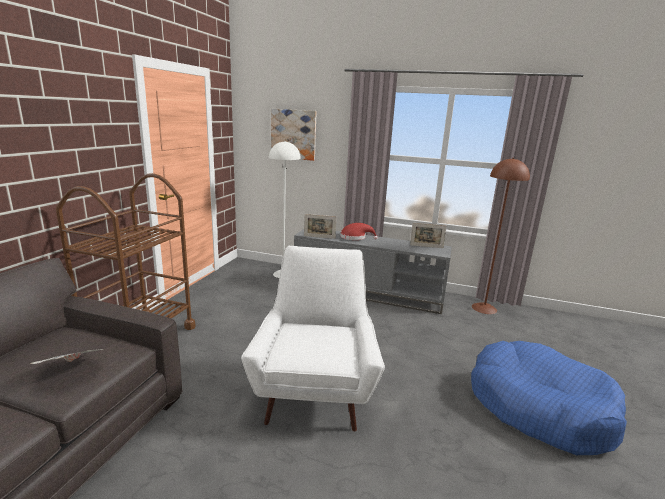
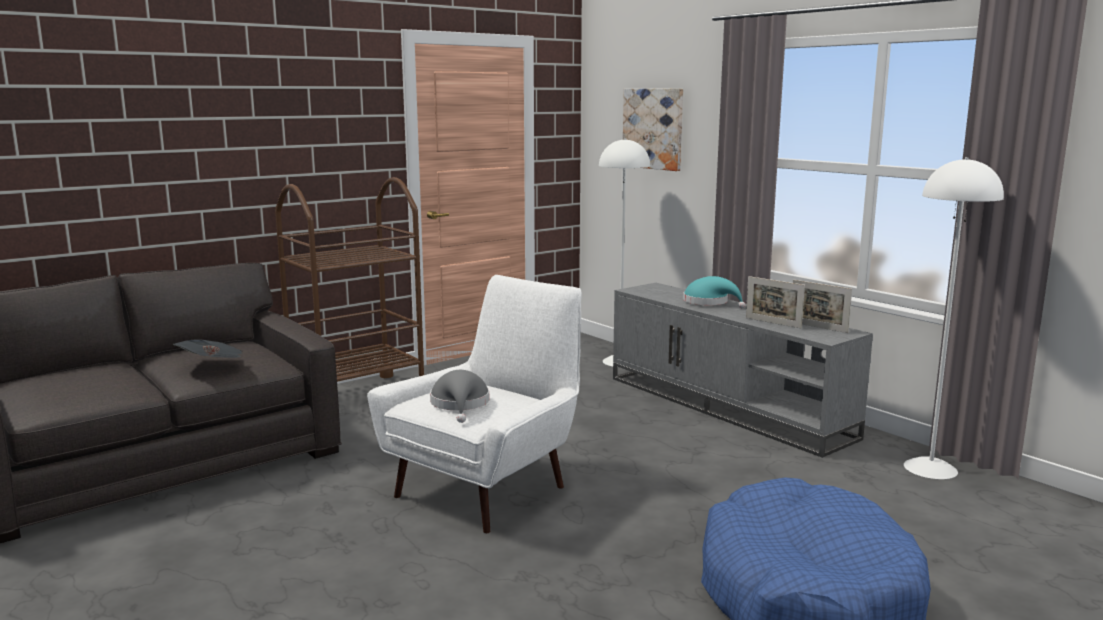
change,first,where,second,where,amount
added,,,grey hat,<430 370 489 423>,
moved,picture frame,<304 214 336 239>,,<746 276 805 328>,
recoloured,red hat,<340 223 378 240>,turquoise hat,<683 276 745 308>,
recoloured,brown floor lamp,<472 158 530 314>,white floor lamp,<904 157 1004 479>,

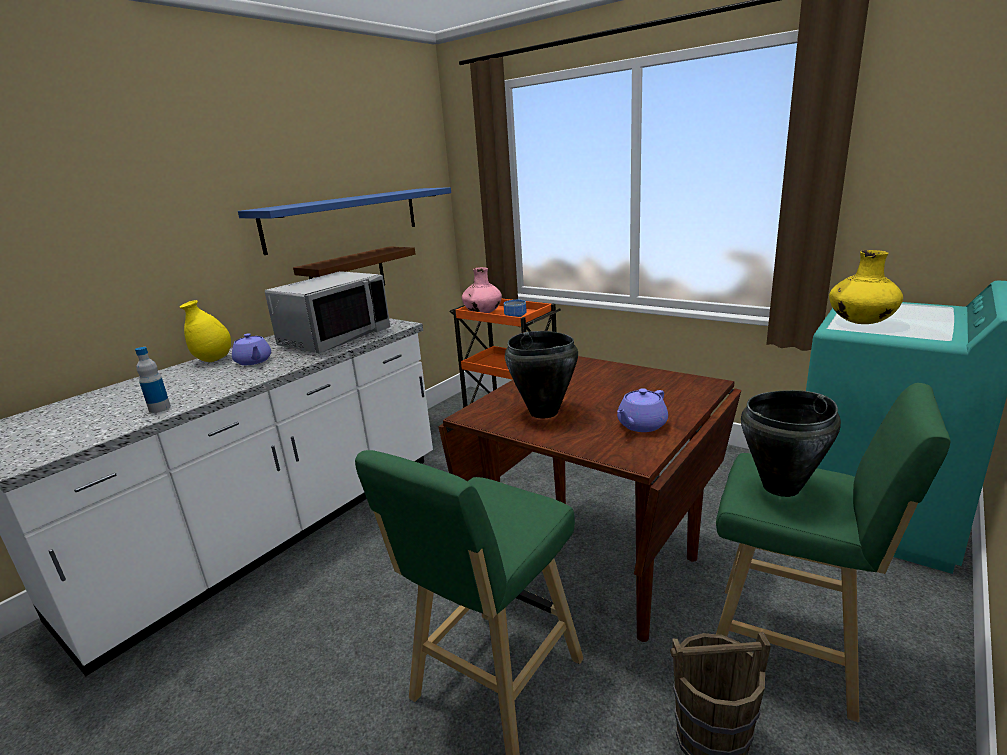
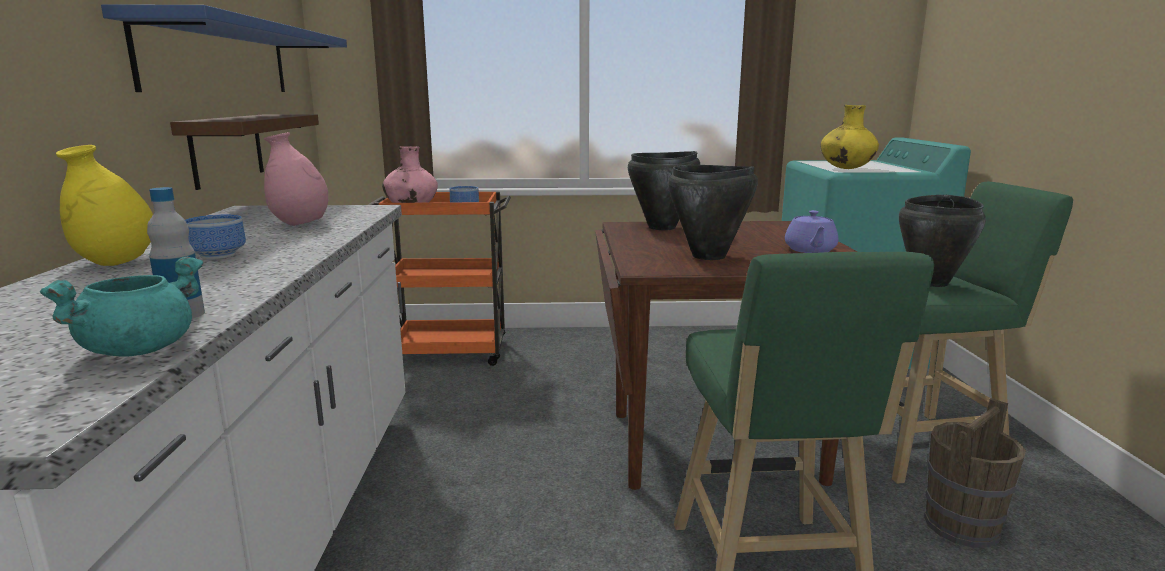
change,first,where,second,where,amount
added,,,turquoise cooking pot,<40 257 204 357>,
added,,,black cooking pot,<628 151 700 230>,
replaced,purple teapot,<232 333 271 365>,bowl,<185 215 246 259>,
replaced,grey microwave,<265 271 390 354>,pink vase,<263 132 328 226>,

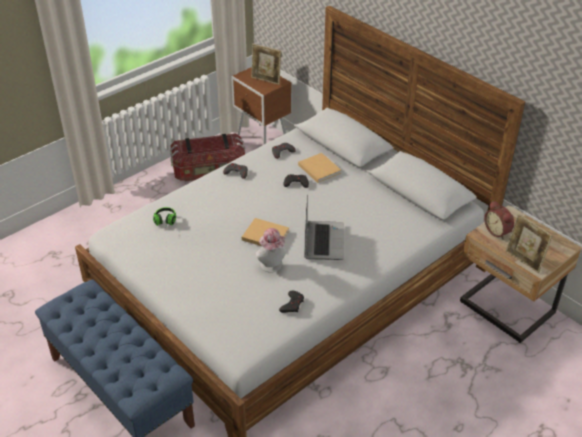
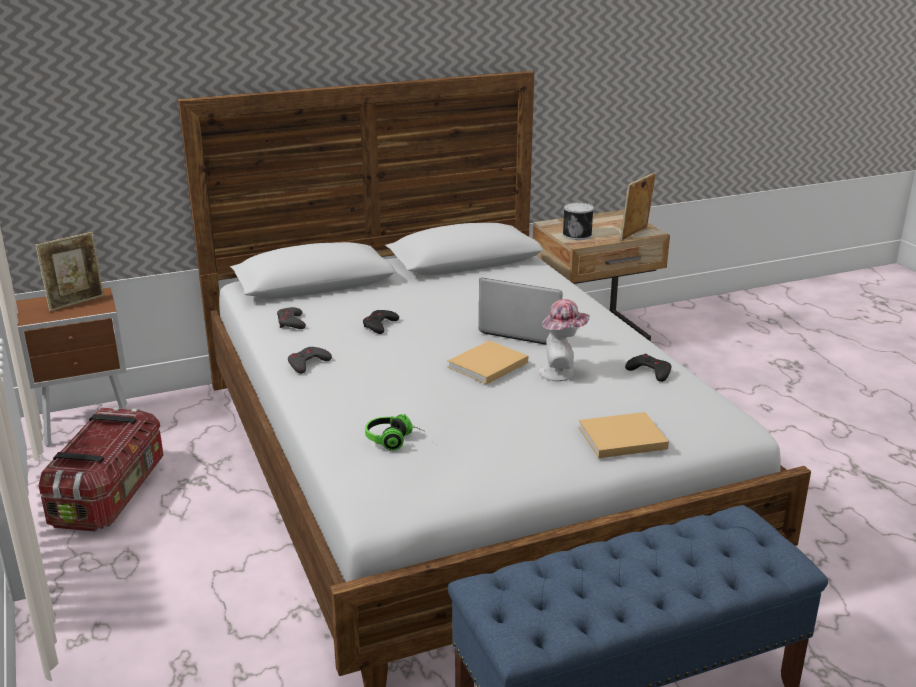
change,first,where,second,where,amount
moved,beige book,<298 153 341 183>,,<578 412 669 458>,
replaced,alarm clock,<484 201 514 239>,can,<563 202 594 240>,
turned,picture frame,<506 213 553 273>,,<620 172 656 240>,150 degrees clockwise

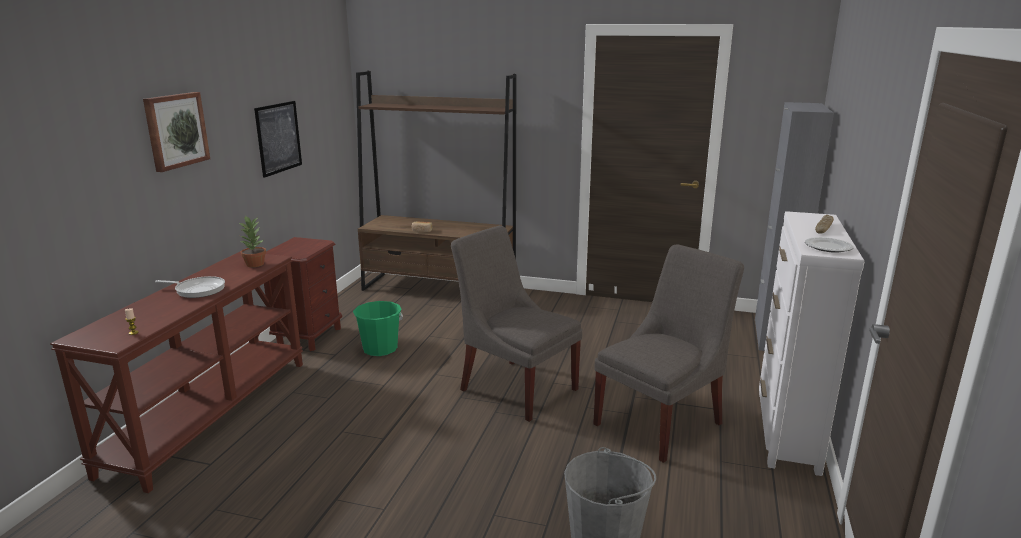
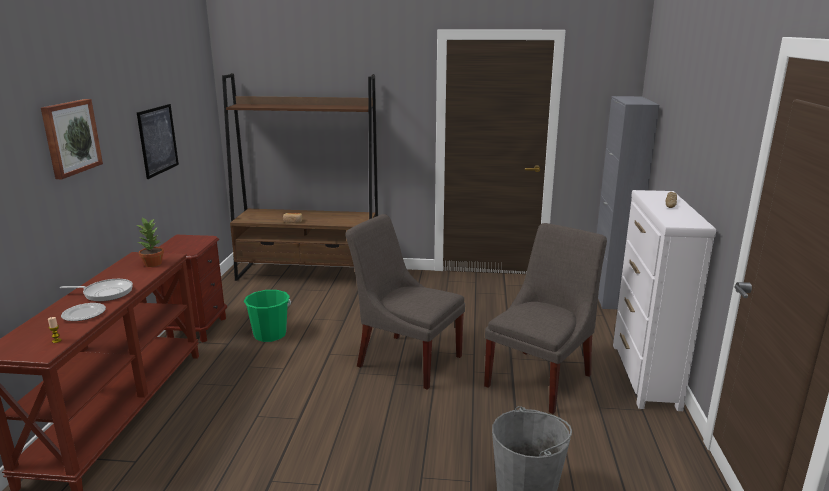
change,first,where,second,where,amount
moved,plate,<805 237 854 253>,,<61 303 106 321>,

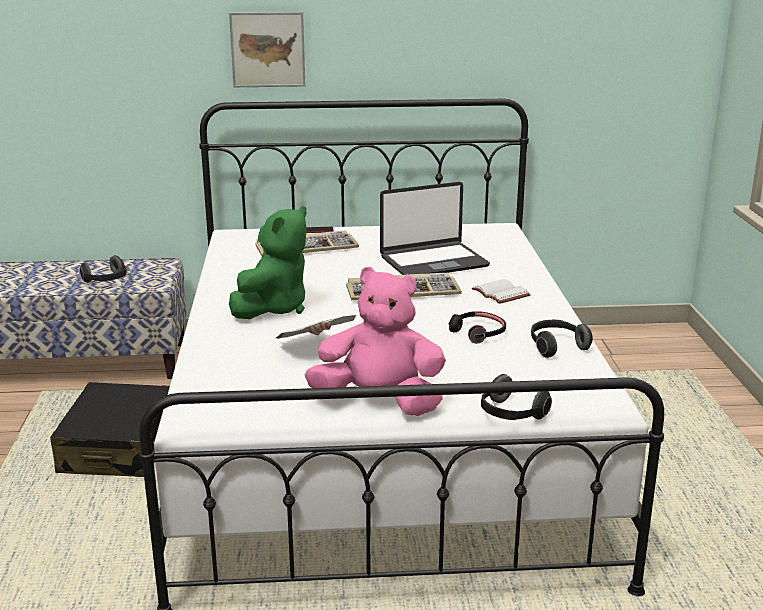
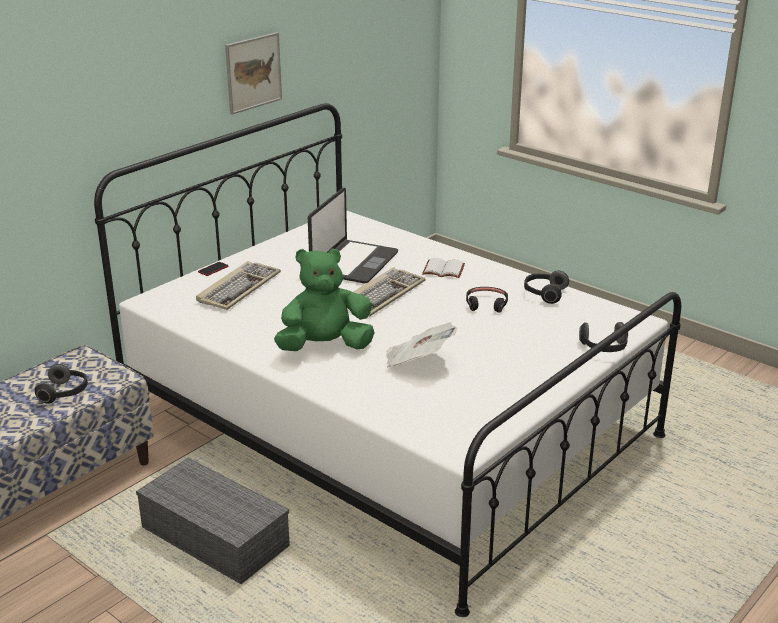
change,first,where,second,where,amount
removed,pink plush toy,<305 267 446 416>,,,
moved,picture,<229 12 305 87>,,<225 32 282 115>,
replaced,black suitcase,<50 382 170 477>,grey storage box,<136 458 290 584>,
turned,green plush toy,<229 206 307 319>,,<274 248 375 351>,90 degrees counterclockwise

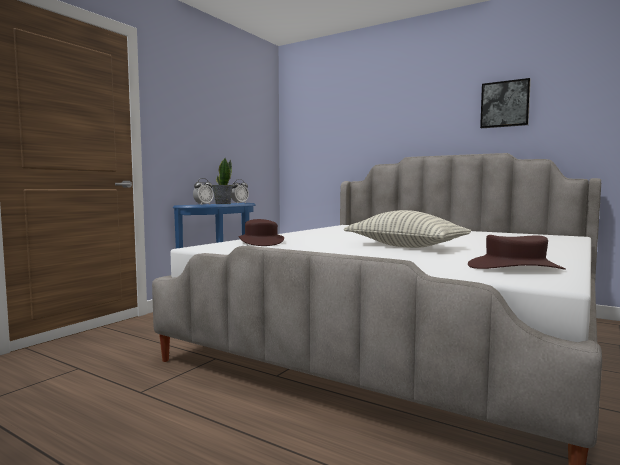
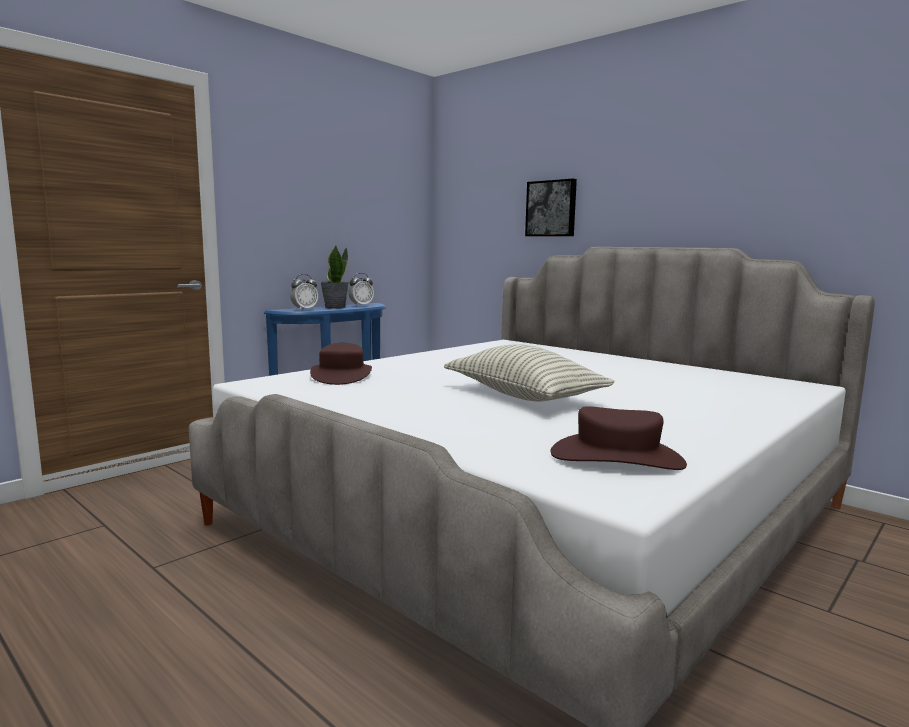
change,first,where,second,where,amount
moved,picture,<480 78 531 128>,,<525 179 577 236>,

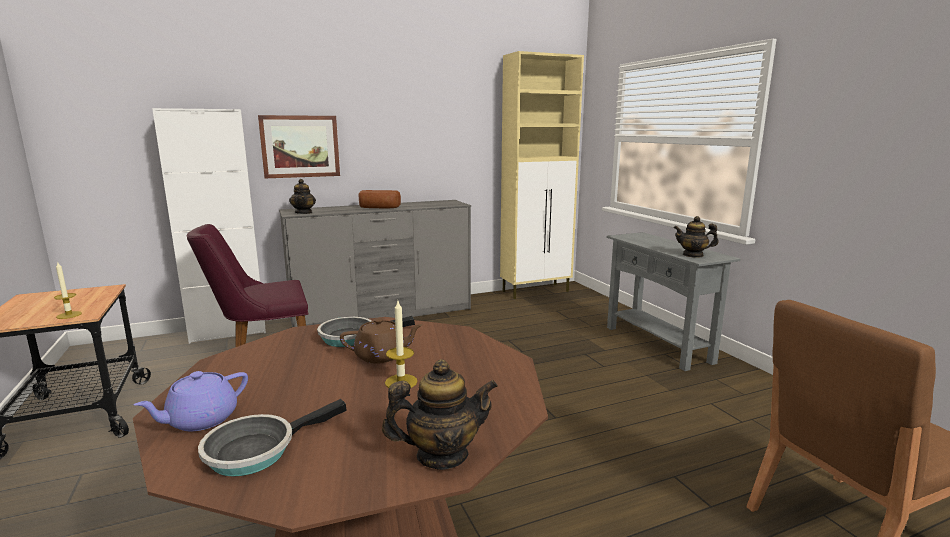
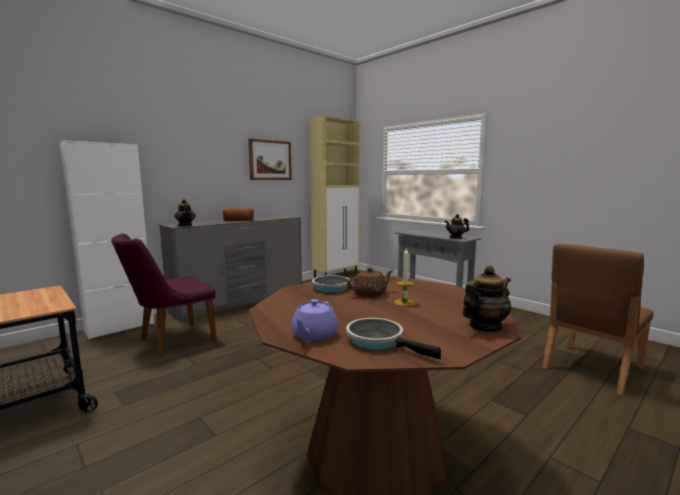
change,first,where,second,where,amount
removed,candle,<54 263 82 319>,,,
moved,picture,<258 115 340 178>,,<248 139 292 180>,
turned,frying pan,<198 399 347 477>,,<346 318 441 360>,105 degrees clockwise

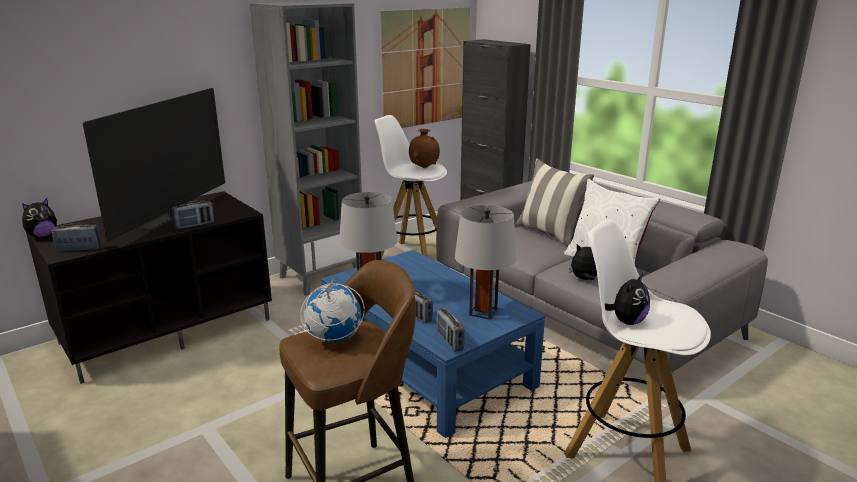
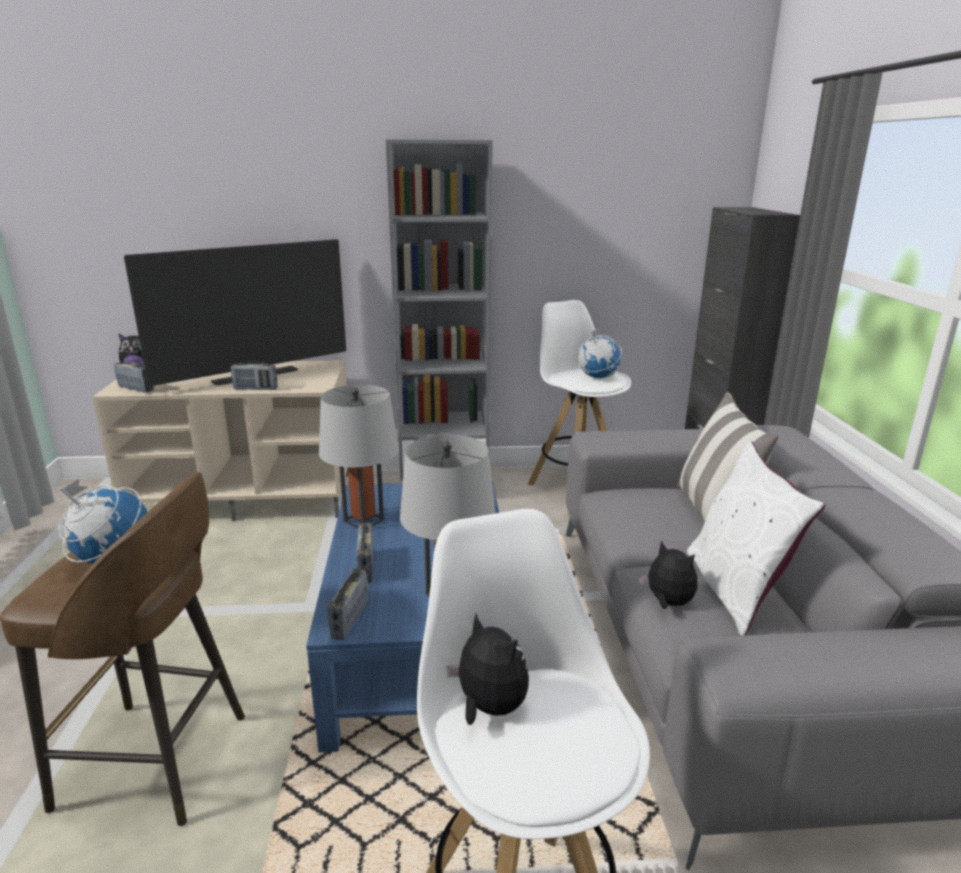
change,first,where,second,where,amount
removed,picture,<380 7 470 128>,,,
replaced,brown vase,<409 129 440 168>,globe,<576 327 622 378>,
recoloured,black tv stand,<26 191 272 384>,beige tv stand,<92 360 348 521>,
turned,plush toy,<605 273 650 325>,,<446 613 529 725>,120 degrees counterclockwise

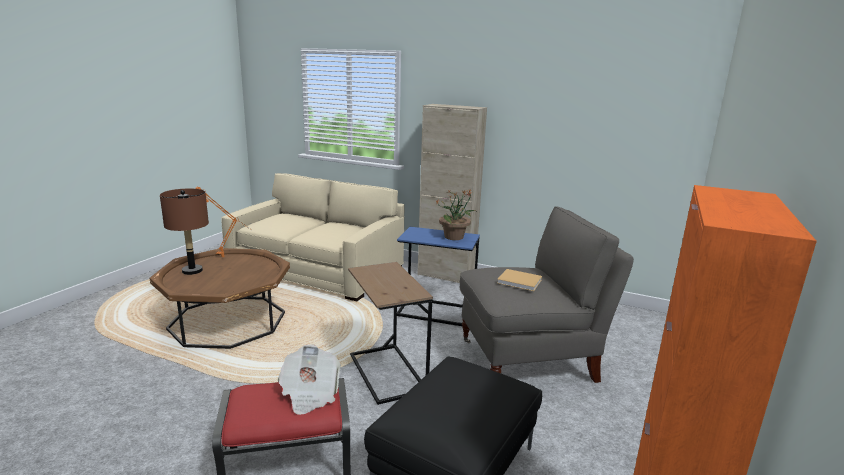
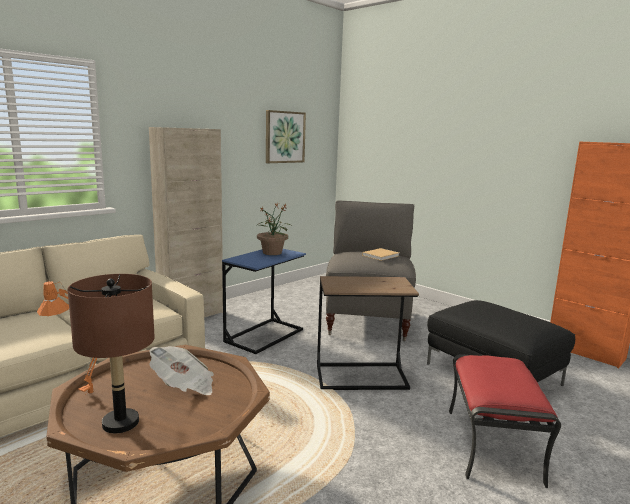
change,first,where,second,where,amount
added,,,picture,<266 110 306 163>,
moved,newspaper,<278 344 341 415>,,<149 346 214 395>,

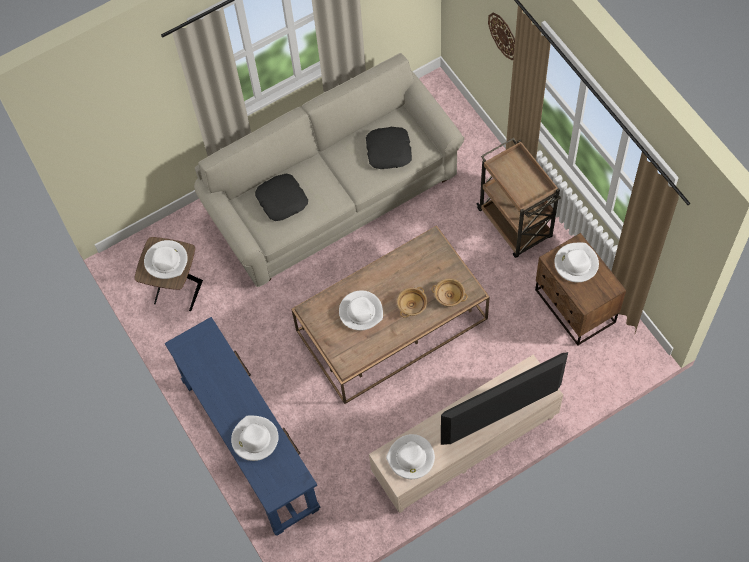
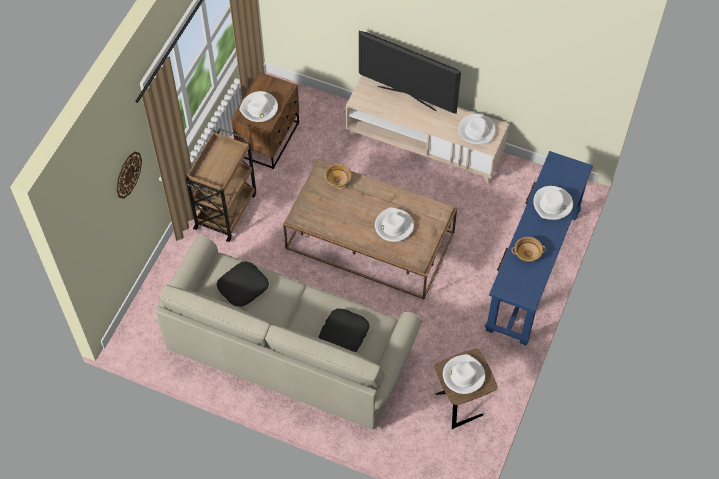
change,first,where,second,where,amount
moved,beige bowl,<397 287 427 318>,,<511 237 546 262>,

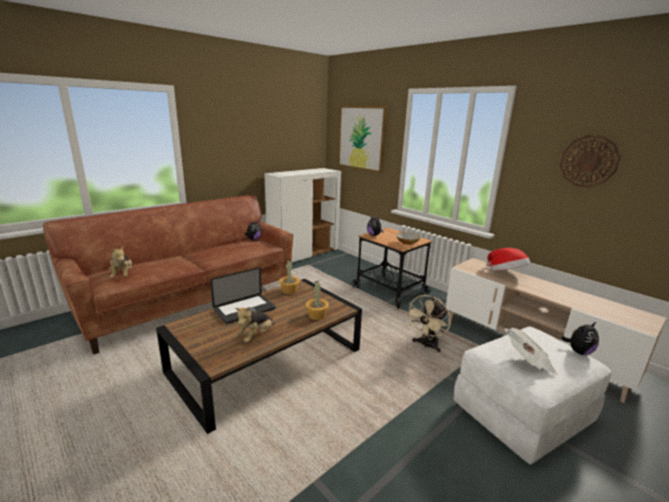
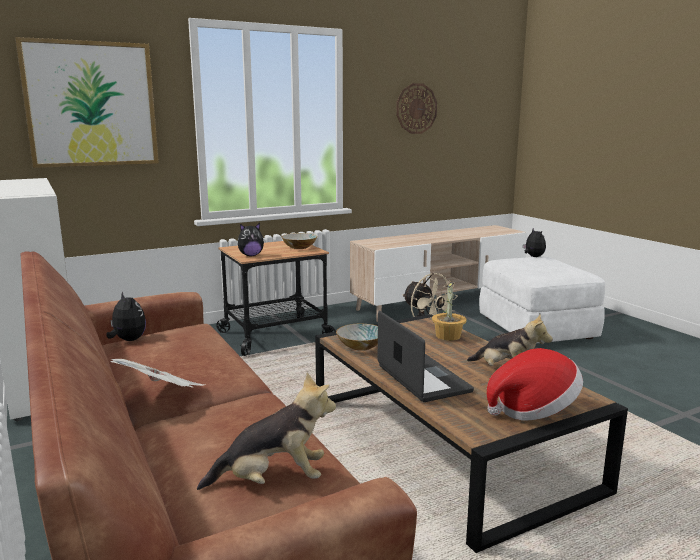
change,first,where,second,where,amount
moved,hat,<487 248 531 271>,,<487 348 583 421>,
moved,newspaper,<505 328 558 375>,,<110 359 205 388>,
replaced,potted plant,<279 259 300 294>,bowl,<336 324 378 351>,

